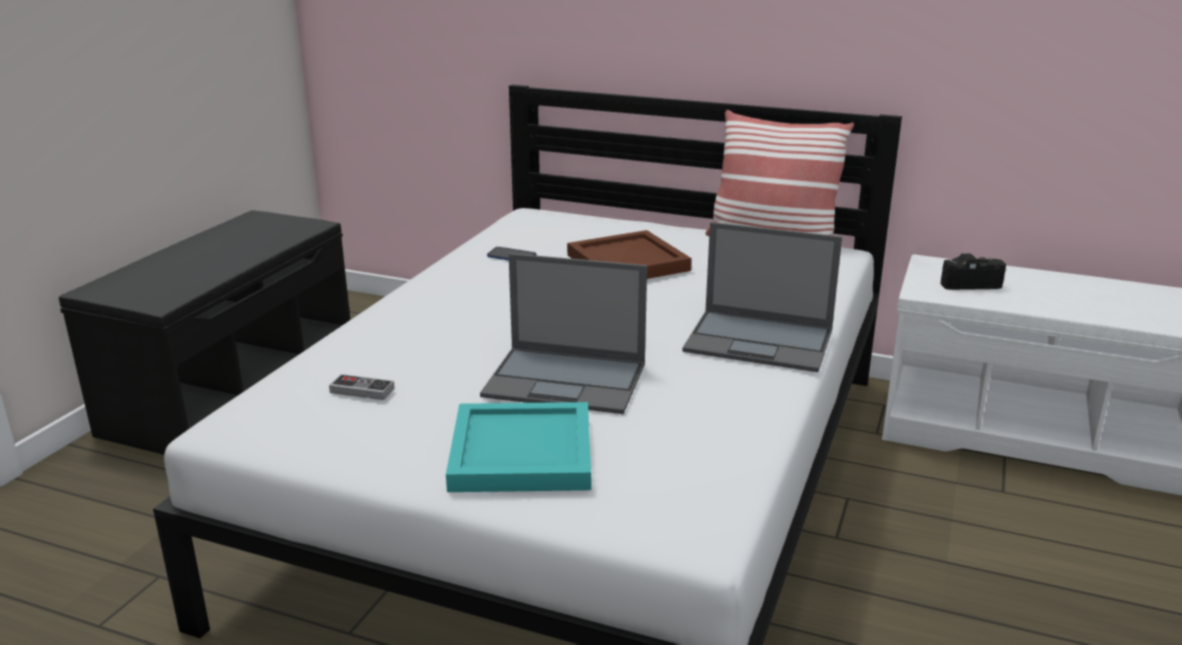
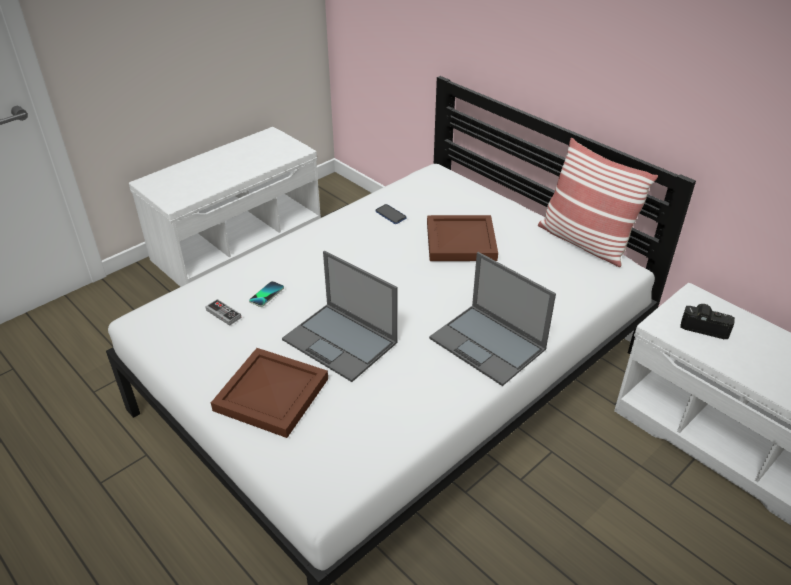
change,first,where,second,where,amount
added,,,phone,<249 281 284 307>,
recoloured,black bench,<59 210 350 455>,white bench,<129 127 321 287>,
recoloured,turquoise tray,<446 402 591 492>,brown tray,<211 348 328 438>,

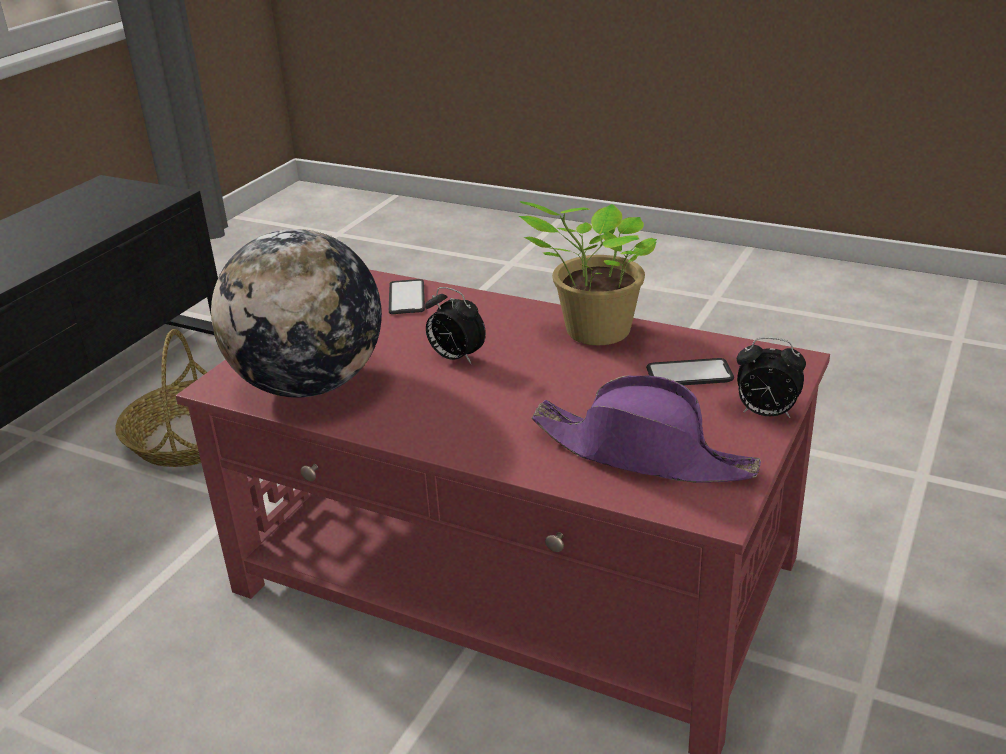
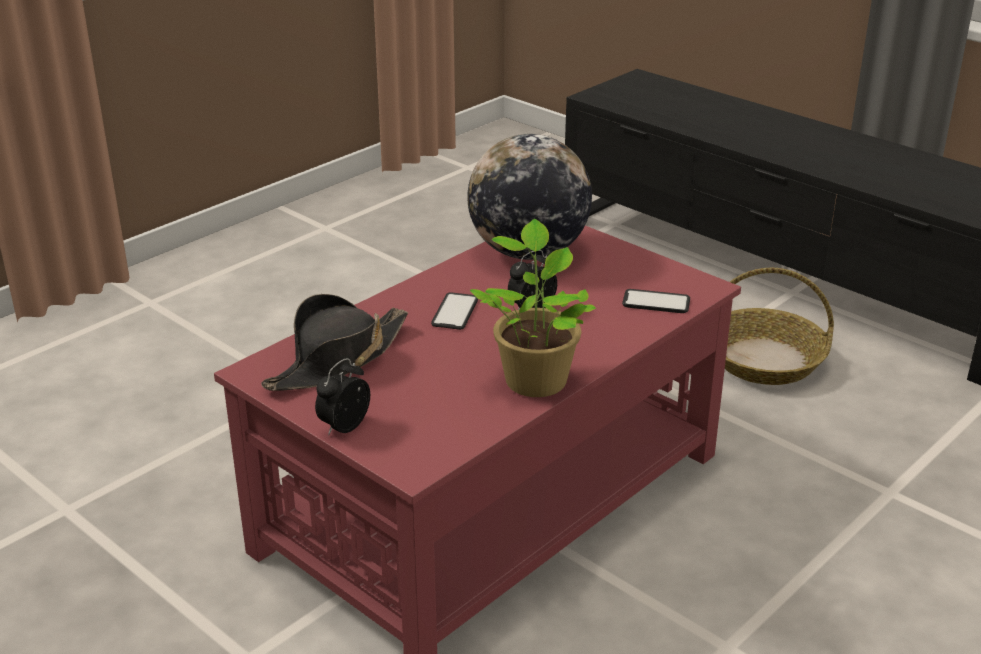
change,first,where,second,where,amount
moved,phone,<646 358 734 385>,,<431 292 478 330>,
recoloured,purple hat,<531 375 761 483>,black hat,<261 294 408 391>,

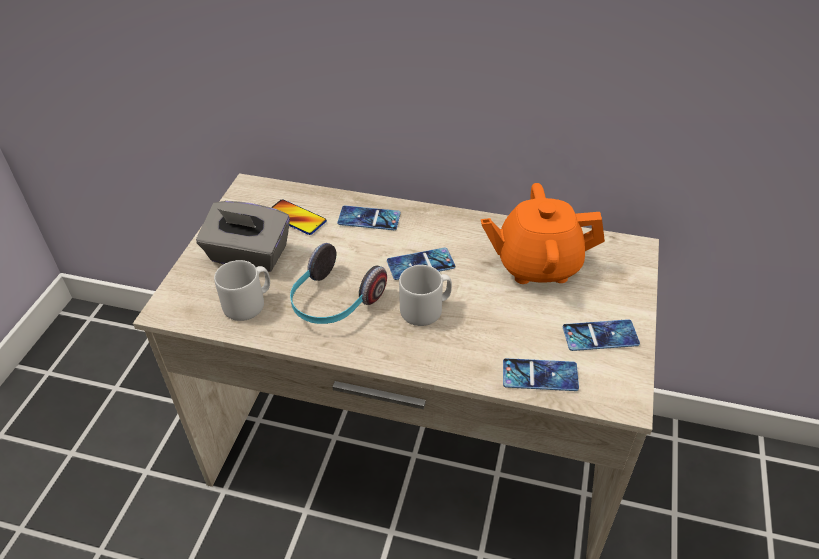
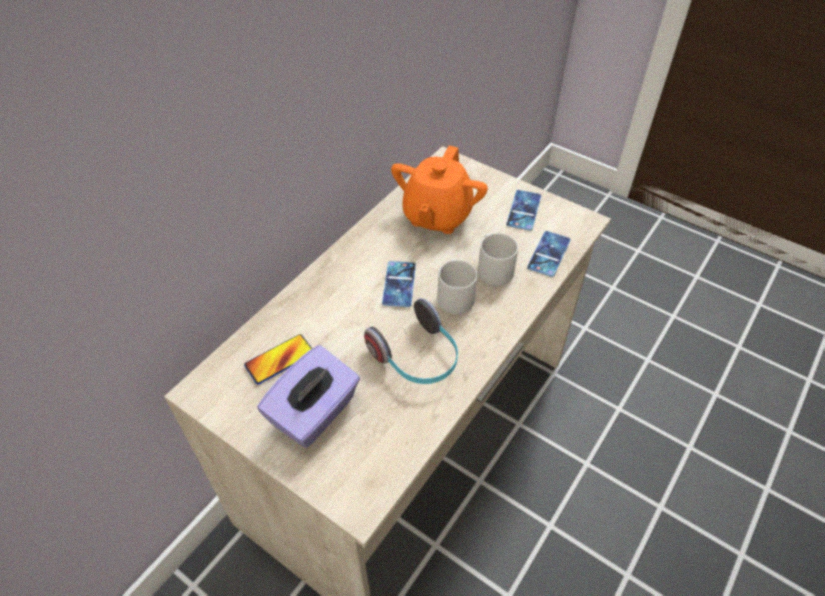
change,first,where,second,where,amount
removed,phone,<337 206 400 230>,,,
moved,grey mug,<214 260 270 321>,,<478 233 518 286>,
recoloured,grey tissue box,<196 201 290 272>,purple tissue box,<257 345 360 448>,

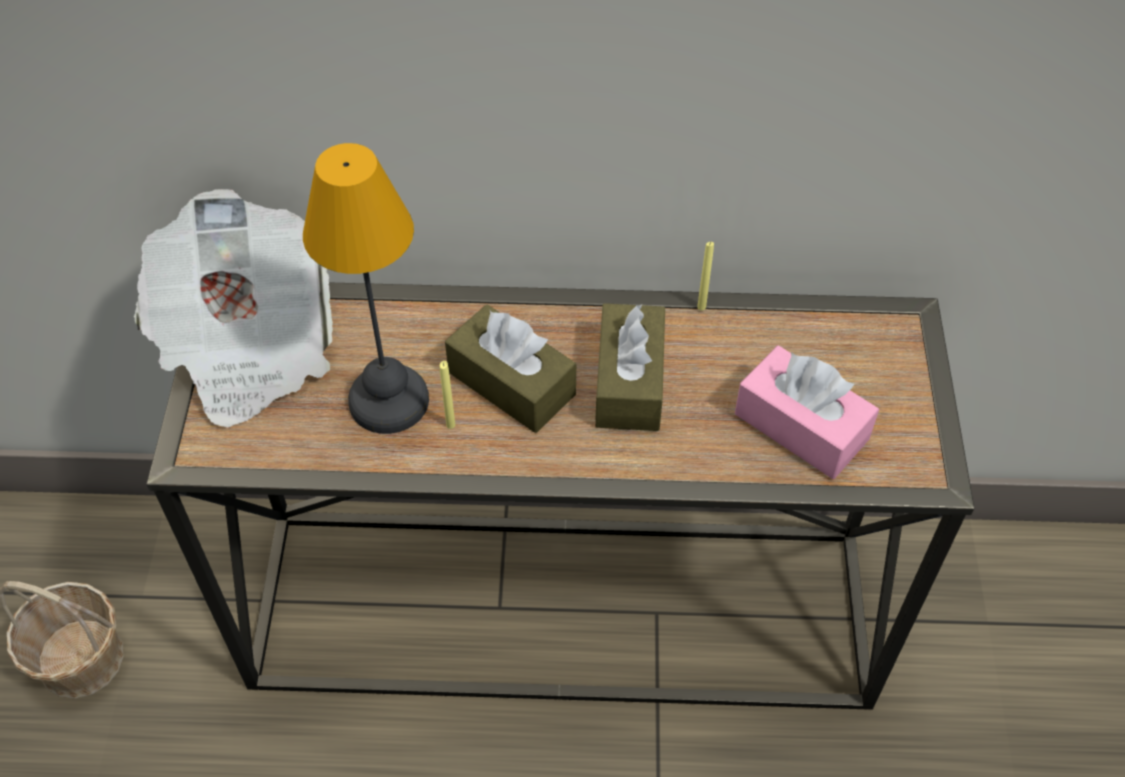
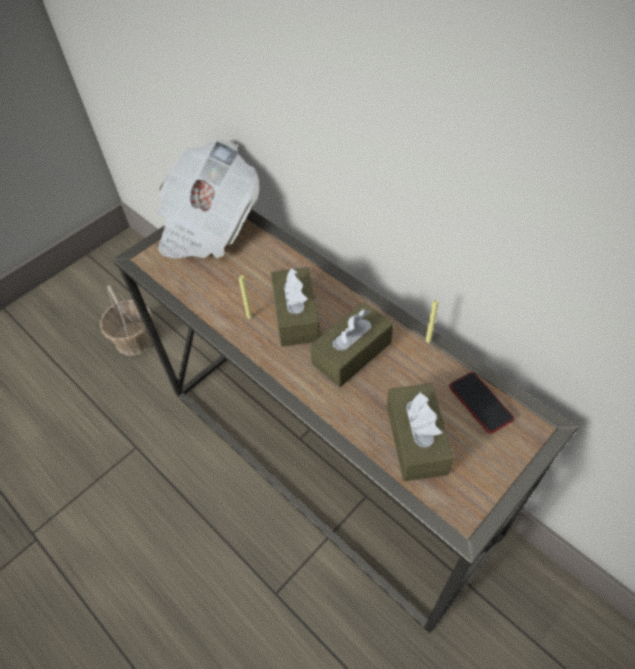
change,first,where,second,where,amount
removed,table lamp,<303 143 429 434>,,,
added,,,phone,<449 372 514 434>,
recoloured,pink tissue box,<735 345 879 479>,brown tissue box,<387 383 454 481>,

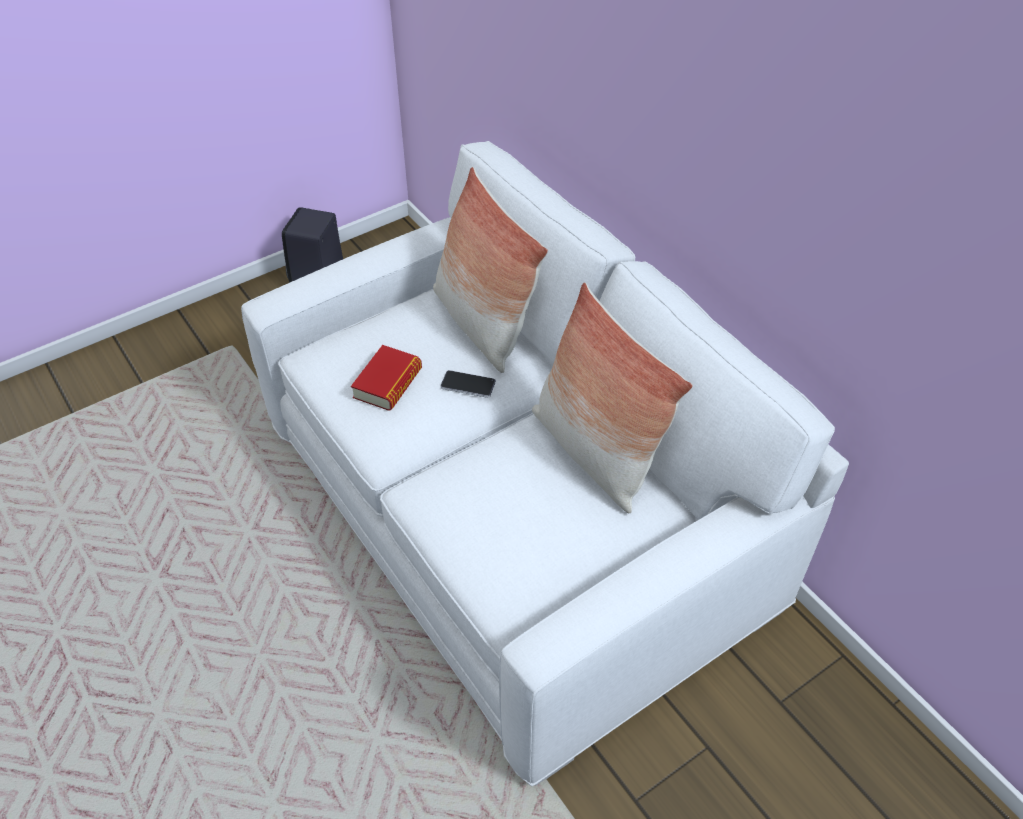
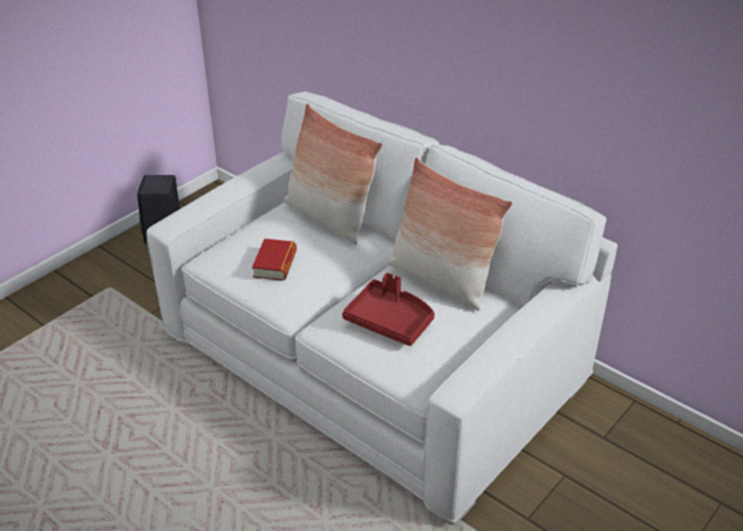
change,first,where,second,where,amount
removed,phone,<440 370 496 398>,,,
added,,,red tray,<342 273 435 346>,

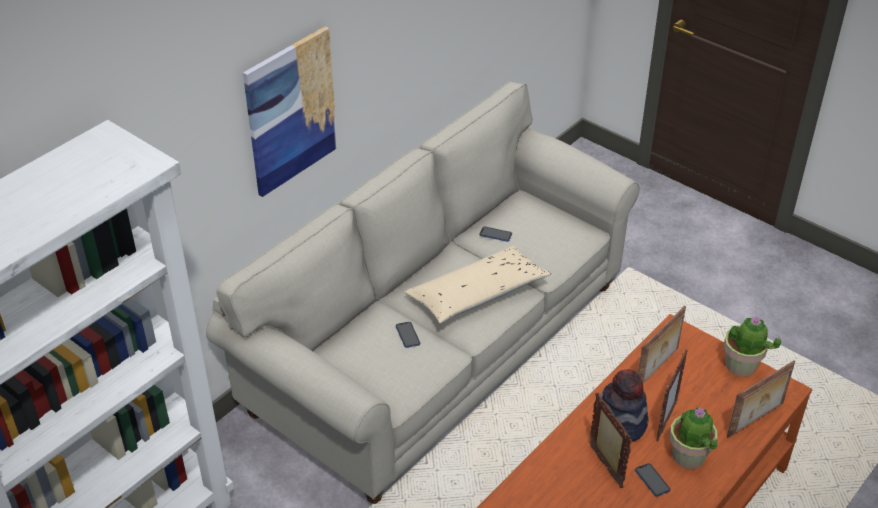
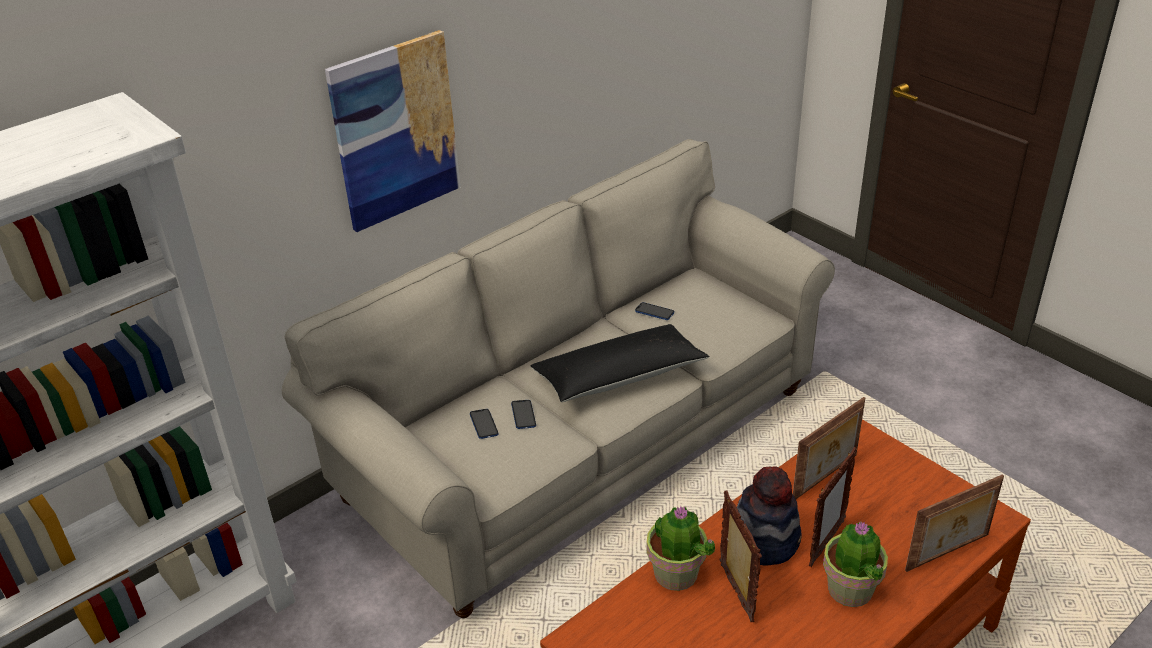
change,first,where,second,where,amount
moved,phone,<635 463 670 497>,,<470 409 498 439>,
moved,potted plant,<723 316 781 376>,,<646 506 716 591>,
recoloured,beige pillow,<405 246 551 323>,black pillow,<531 324 710 402>,

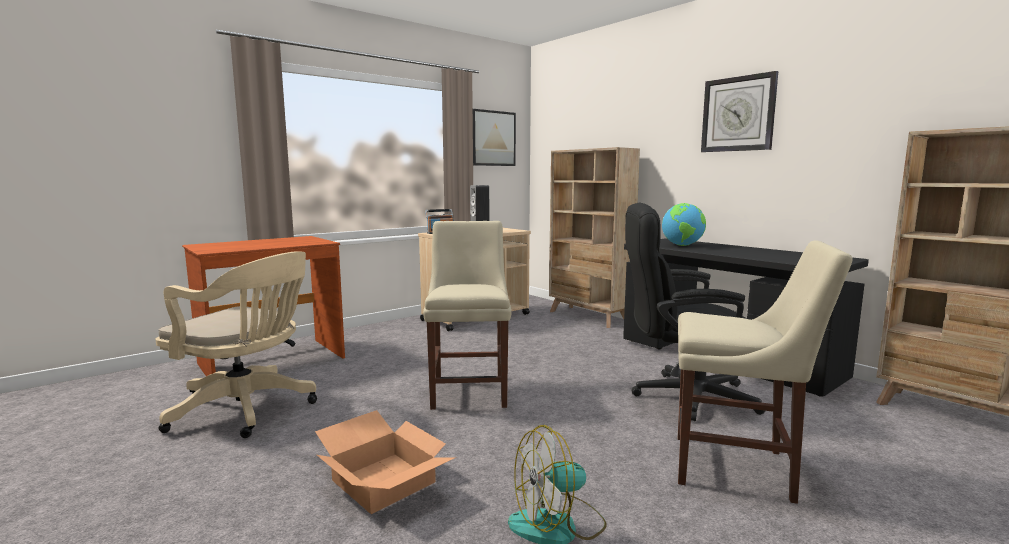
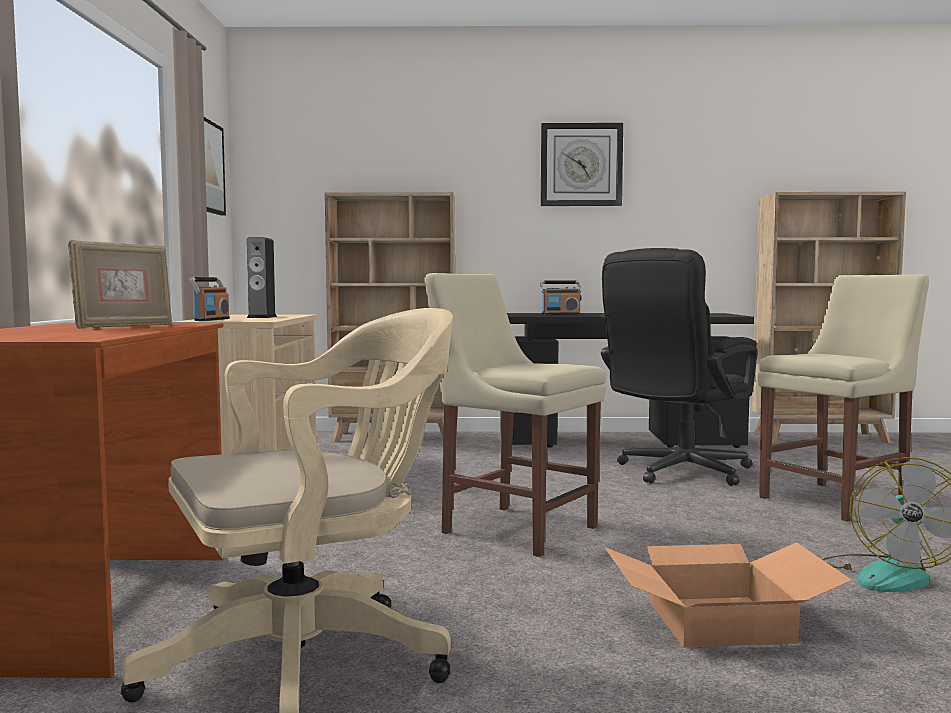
change,first,where,second,where,amount
added,,,picture frame,<68 240 172 329>,
replaced,globe,<662 203 706 246>,radio,<540 280 582 315>,

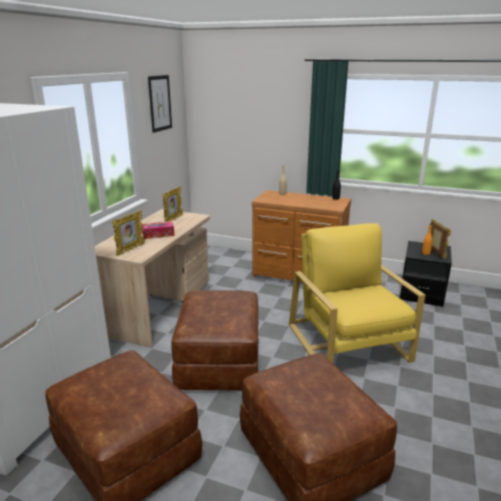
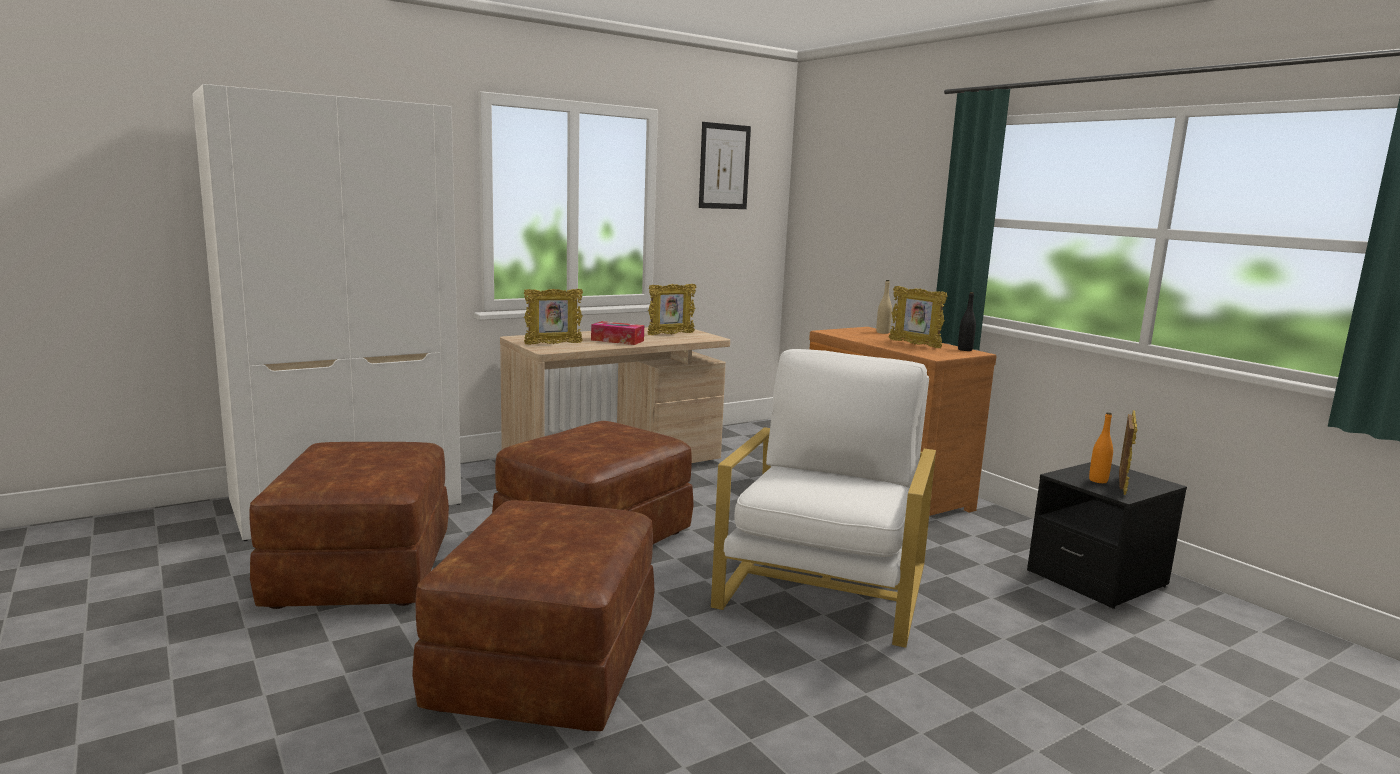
change,first,where,second,where,amount
added,,,picture frame,<889 286 947 348>,
recoloured,yellow armchair,<289 223 425 363>,white armchair,<711 349 936 648>,

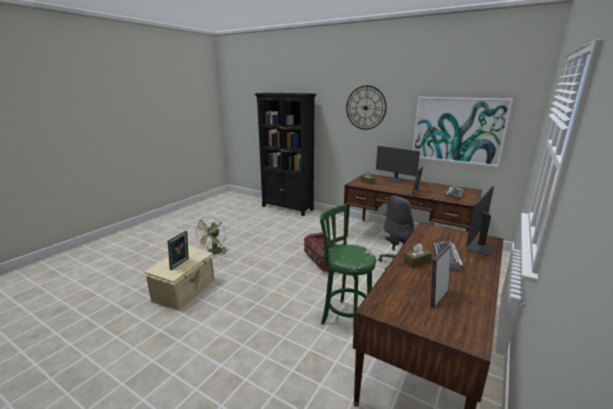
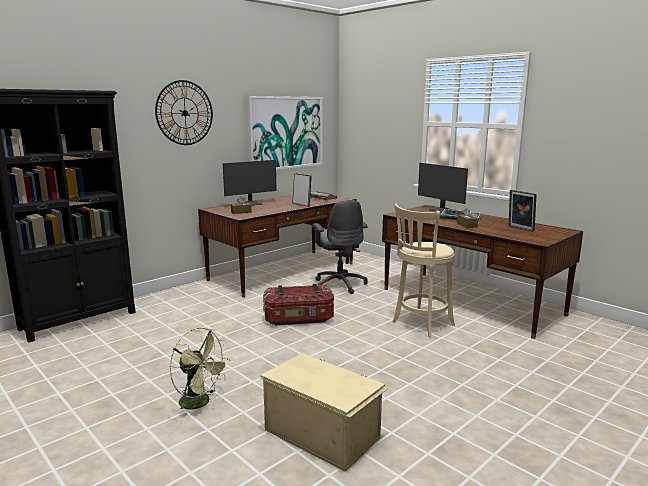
change,first,where,second,where,amount
removed,picture frame,<167 231 189 270>,,,
recoloured,green stool,<320 204 376 332>,beige stool,<392 203 455 337>,

